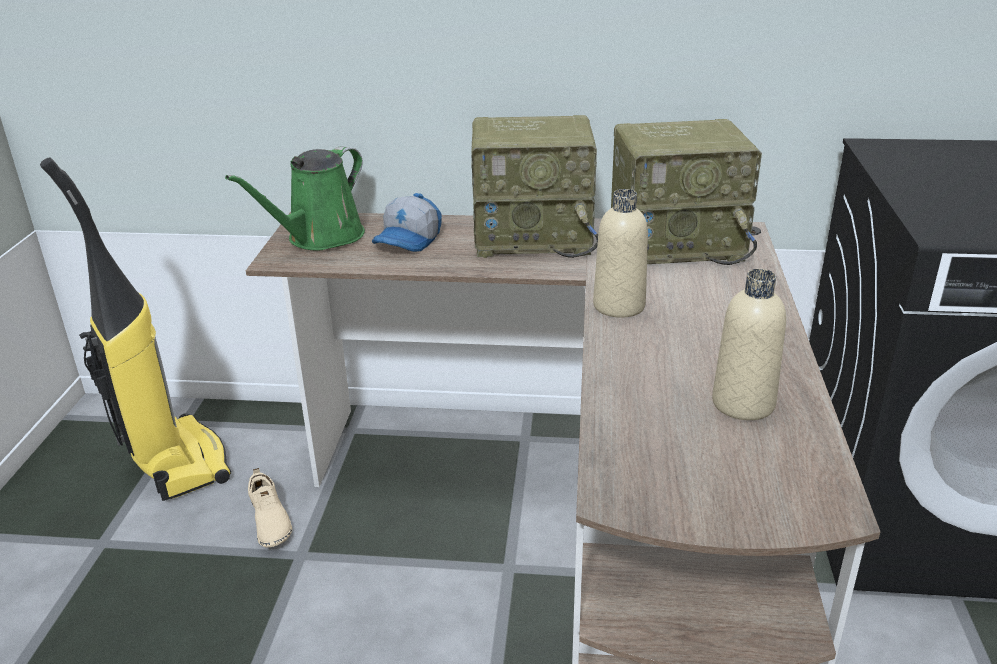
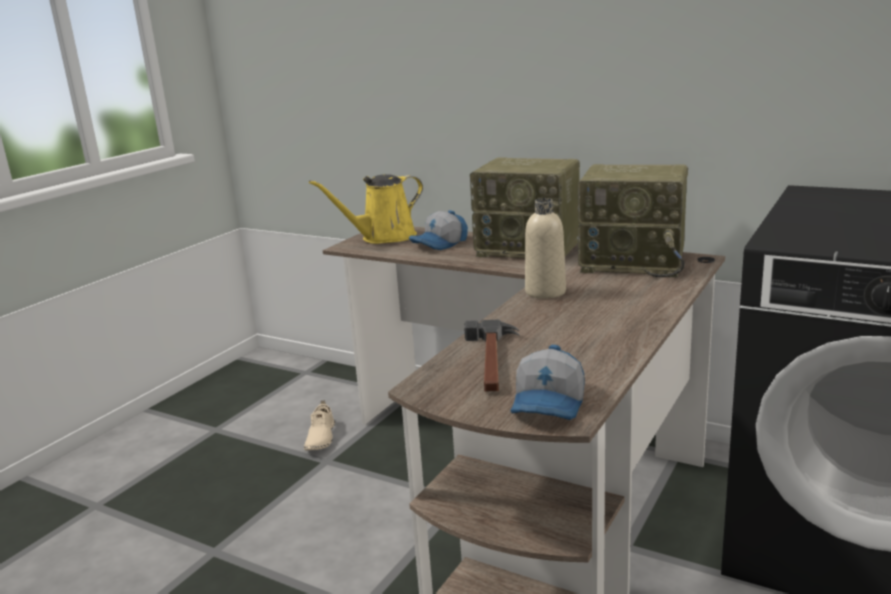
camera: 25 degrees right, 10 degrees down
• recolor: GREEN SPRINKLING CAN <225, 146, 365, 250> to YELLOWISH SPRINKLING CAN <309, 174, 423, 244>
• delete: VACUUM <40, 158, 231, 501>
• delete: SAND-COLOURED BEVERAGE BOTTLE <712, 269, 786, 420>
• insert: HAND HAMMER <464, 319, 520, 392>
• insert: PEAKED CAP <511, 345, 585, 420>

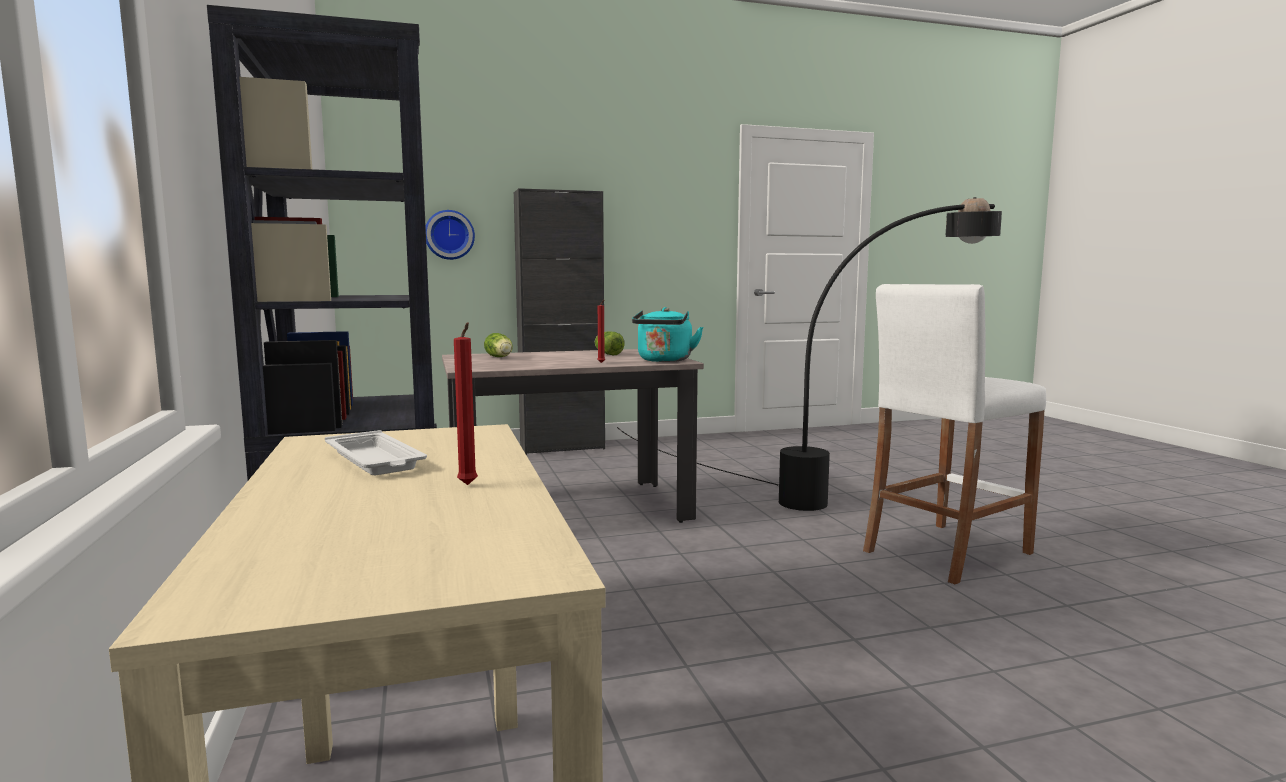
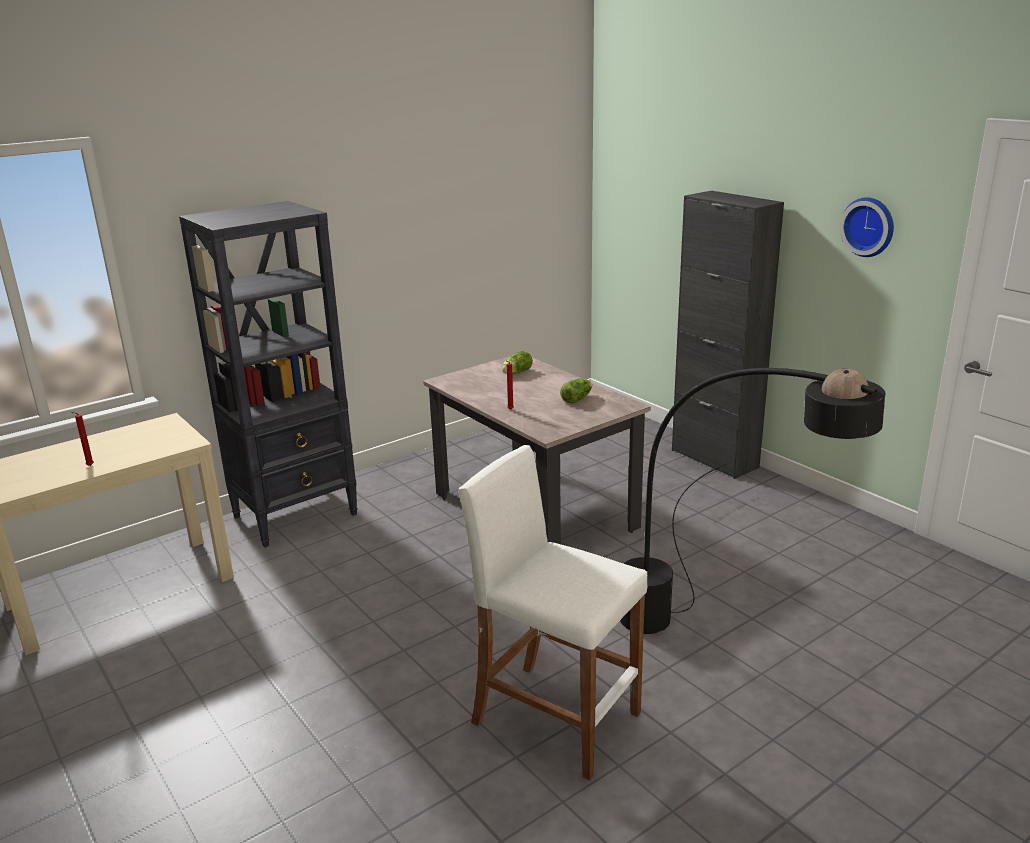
camera: 70 degrees right, 15 degrees up
• move: WALL CLOCK <426, 210, 475, 260> to <840, 197, 894, 257>
• delete: TURQUOISE-COLOURED WATER KETTLE <632, 307, 703, 362>
• delete: WHITISH CARRYING TRAY <325, 430, 427, 475>

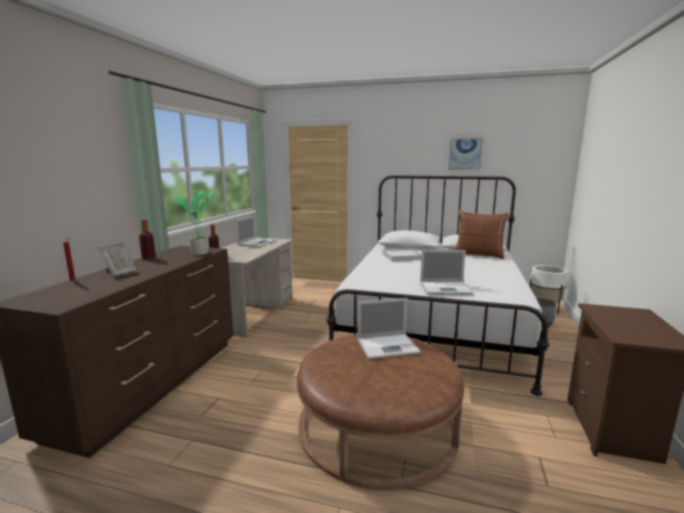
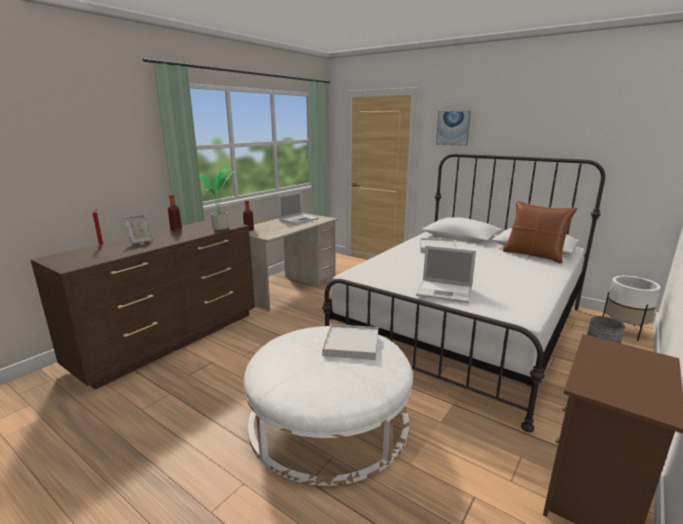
camera: 20 degrees right, 5 degrees up
• move: WALL ART <449, 138, 483, 170> to <436, 111, 471, 146>
• replace: PORTABLE COMPUTER <357, 298, 421, 359> to WHITISH CARRYING TRAY <322, 324, 378, 360>
• recolor: BROWN-COLOURED OTTOMAN <297, 334, 464, 490> to WHITISH OTTOMAN <244, 326, 413, 486>

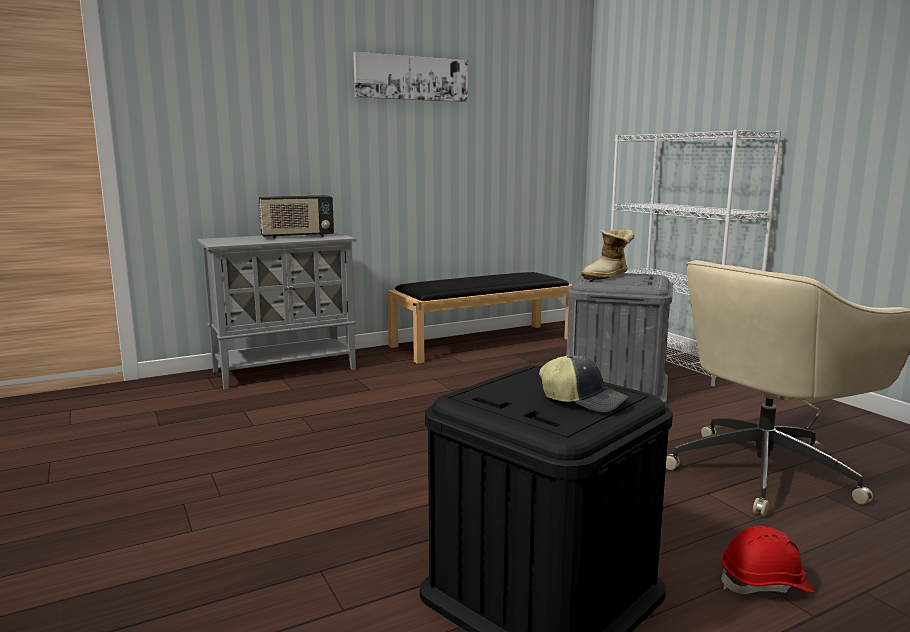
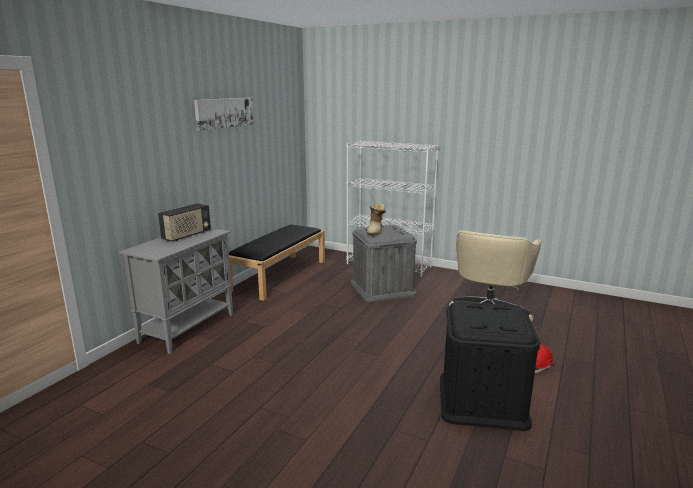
camera: 35 degrees left, 5 degrees up
• delete: PEAKED CAP <539, 355, 628, 412>

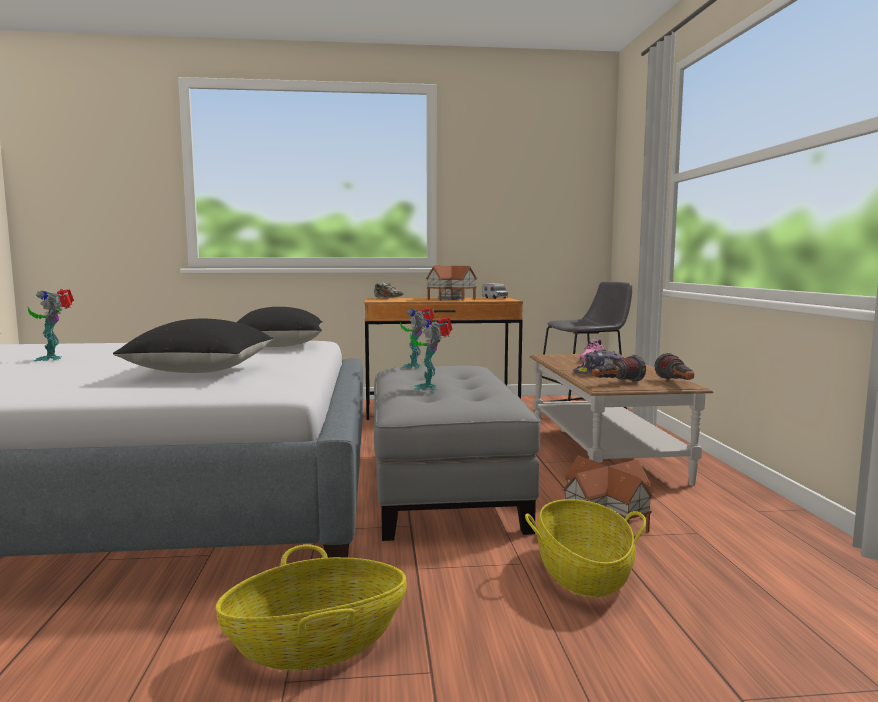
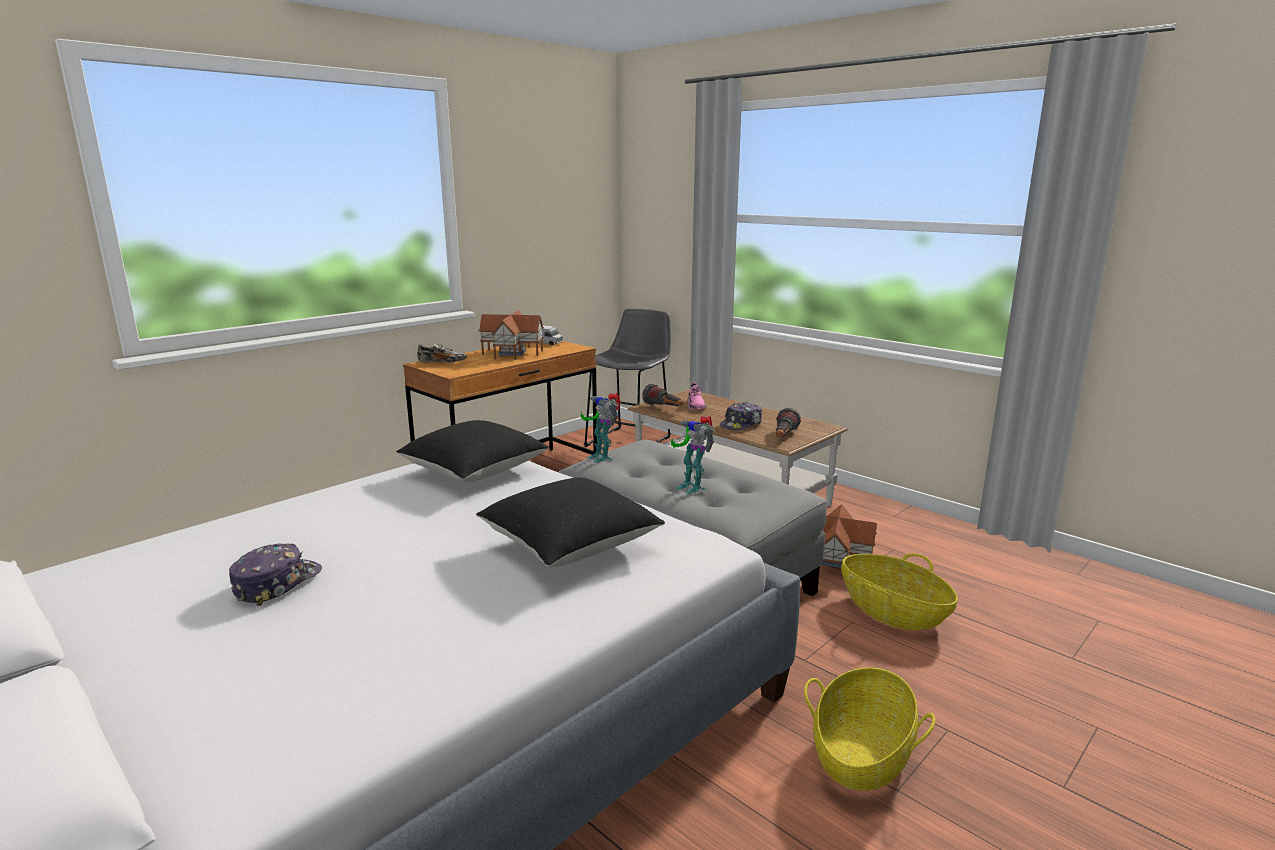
camera: 40 degrees left, 10 degrees up
• replace: MODEL ROBOT <28, 289, 74, 361> to PEAKED CAP <229, 543, 322, 606>
• move: TORCH <654, 353, 694, 380> to <642, 384, 684, 406>

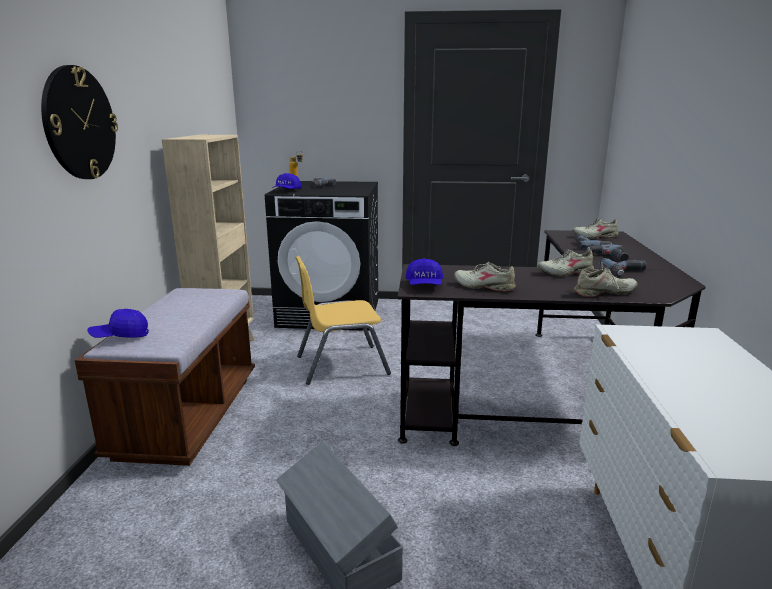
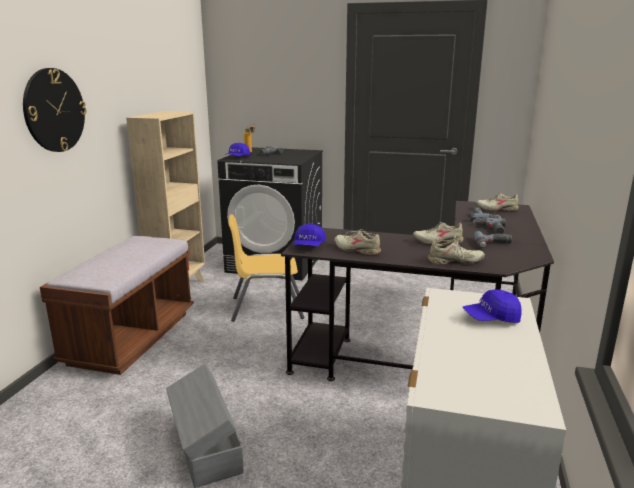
camera: 10 degrees right, 0 degrees up
• move: BLUE-COLOURED PEAKED CAP <87, 309, 149, 338> to <463, 289, 522, 323>

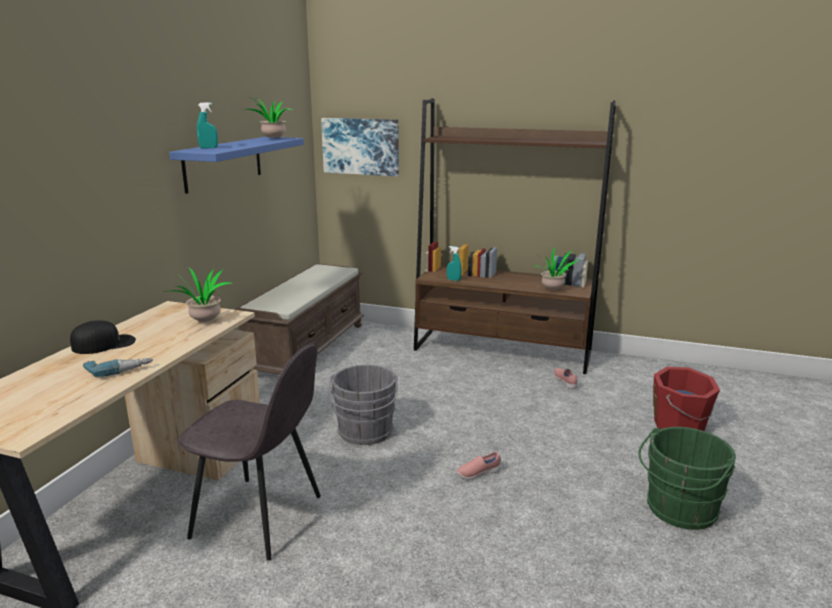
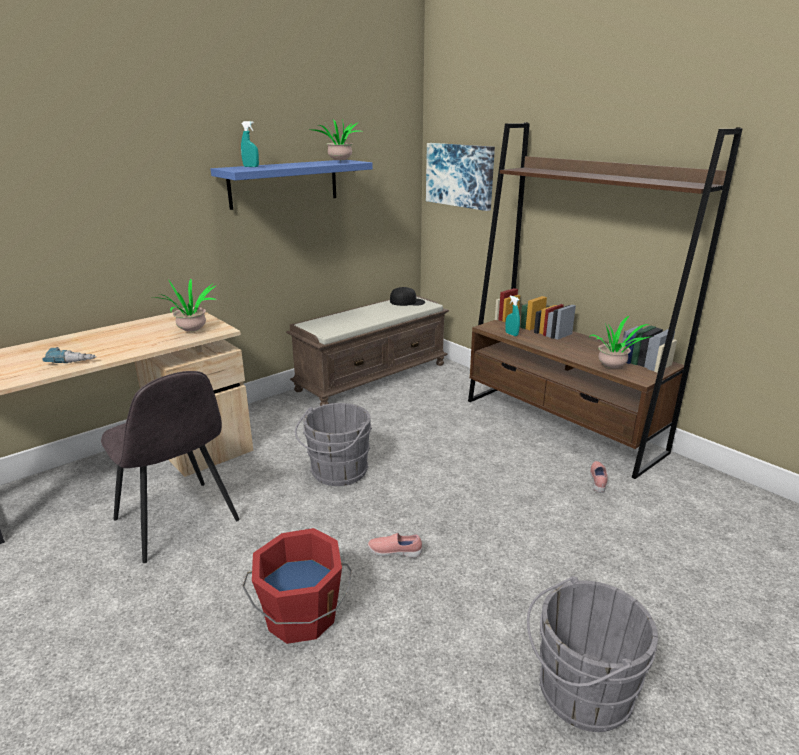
camera: 30 degrees right, 5 degrees up
• move: BLACK PEAKED CAP <70, 321, 136, 354> to <390, 287, 425, 306>
• move: REDDISH WATER BUCKET <653, 367, 720, 431> to <242, 528, 352, 644>
• recolor: GREEN WATER BUCKET <638, 427, 736, 530> to GREY WATER BUCKET <527, 576, 658, 732>

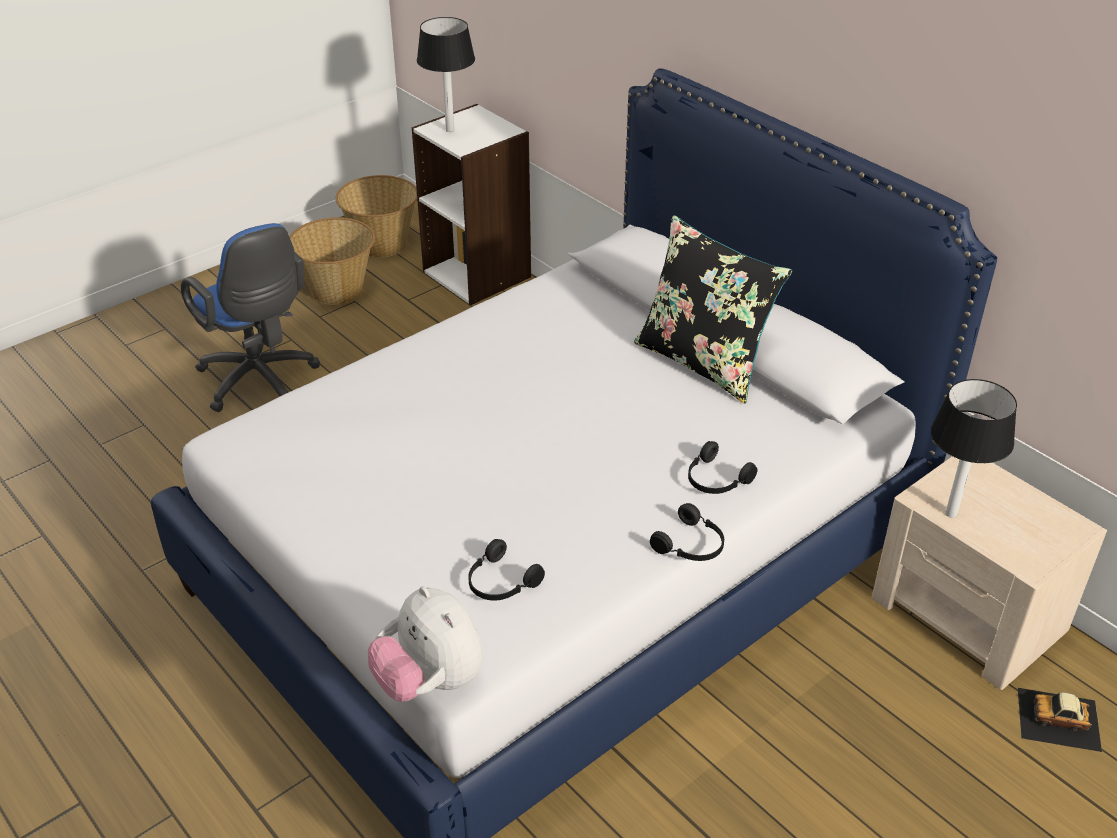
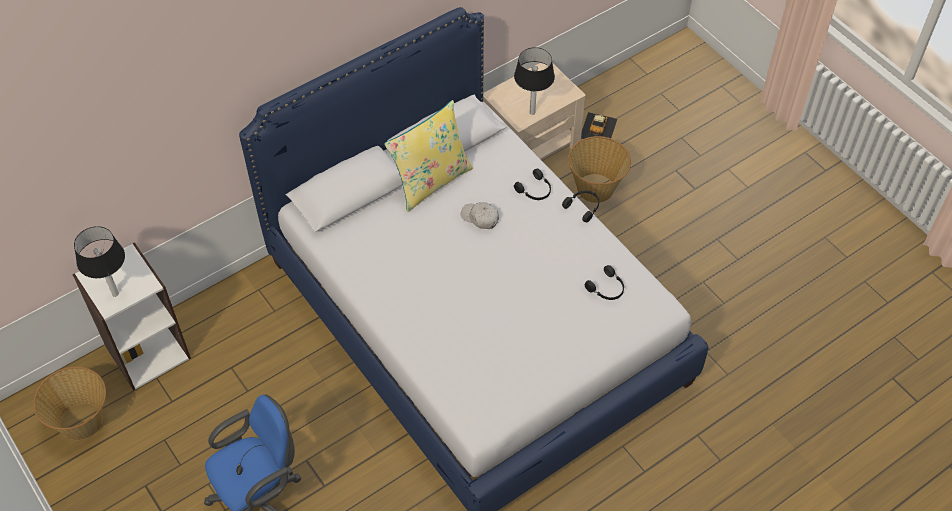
camera: 85 degrees left, 15 degrees up
• recolor: BLACK PILLOW <634, 215, 792, 404> to YELLOWISH PILLOW <384, 100, 473, 212>
• move: STORAGE BASKET <289, 217, 375, 305> to <568, 136, 631, 203>
• delete: SOFT TOY <368, 586, 484, 702>
• insert: WHITISH PEAKED CAP <460, 202, 499, 229>

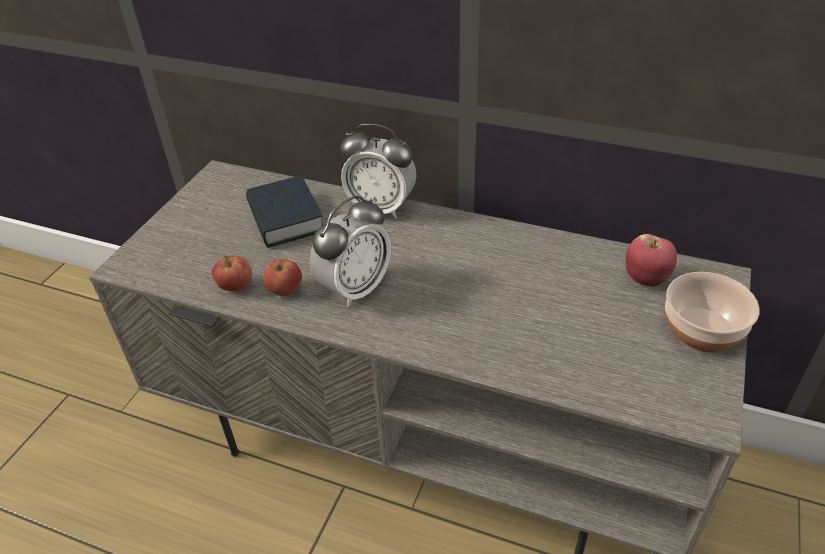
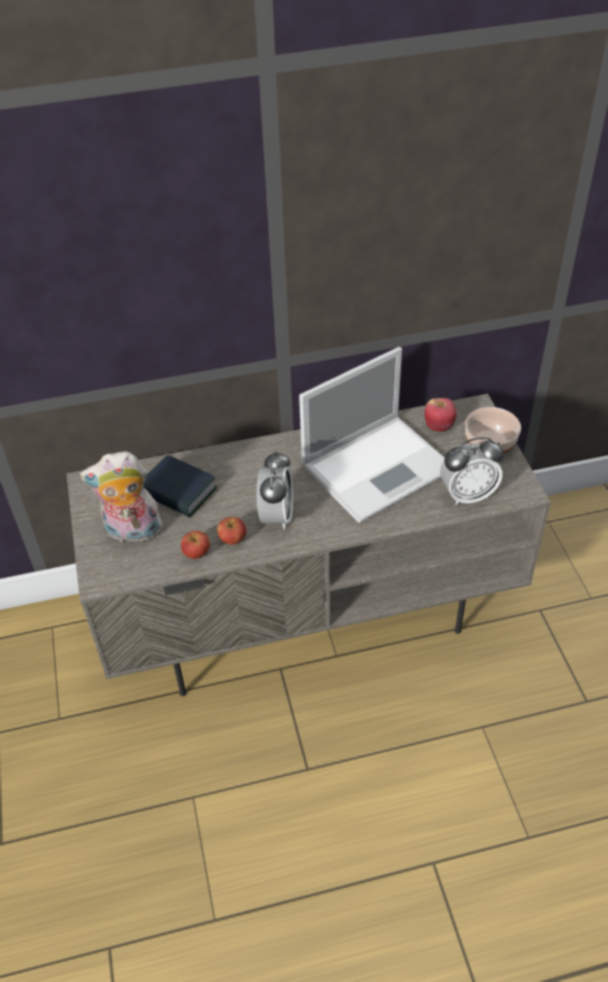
camera: 35 degrees left, 5 degrees up
• move: TABLE CLOCK <340, 123, 417, 219> to <440, 437, 504, 505>
• insert: PORTABLE COMPUTER <299, 347, 445, 523>
• insert: SOFT TOY <80, 451, 163, 546>

